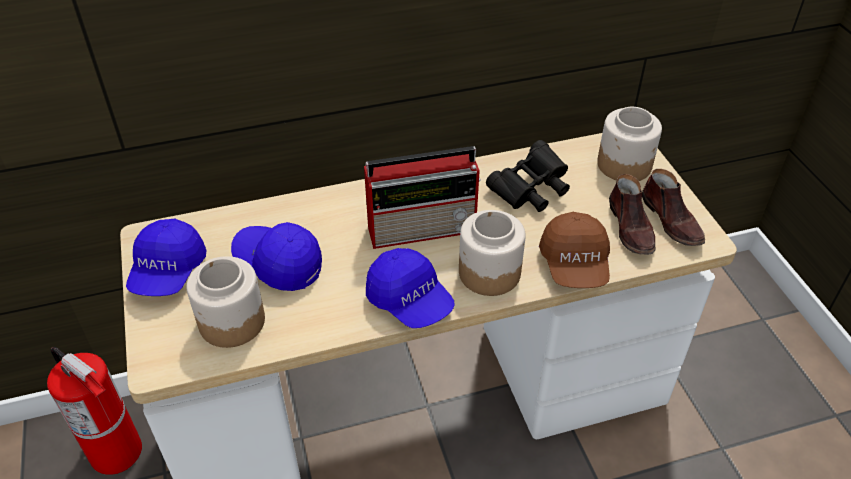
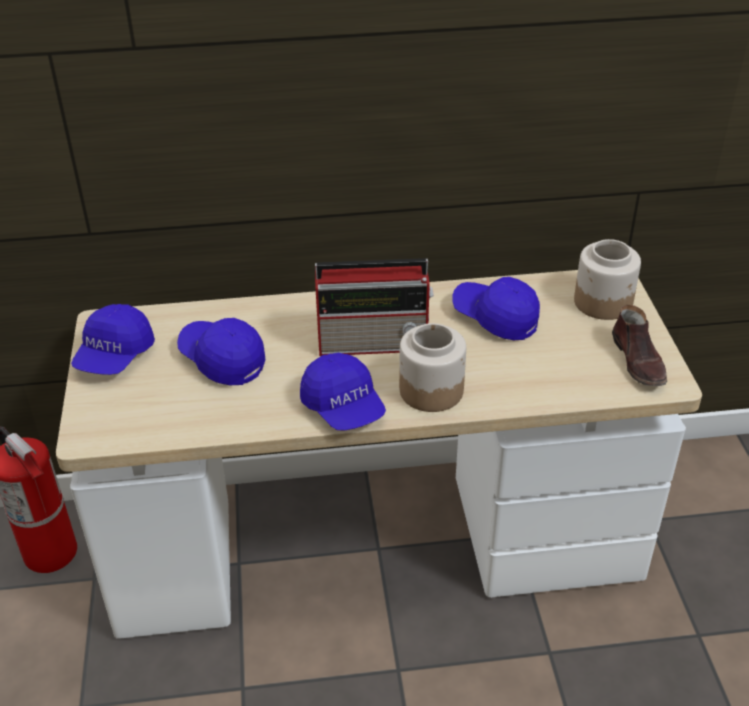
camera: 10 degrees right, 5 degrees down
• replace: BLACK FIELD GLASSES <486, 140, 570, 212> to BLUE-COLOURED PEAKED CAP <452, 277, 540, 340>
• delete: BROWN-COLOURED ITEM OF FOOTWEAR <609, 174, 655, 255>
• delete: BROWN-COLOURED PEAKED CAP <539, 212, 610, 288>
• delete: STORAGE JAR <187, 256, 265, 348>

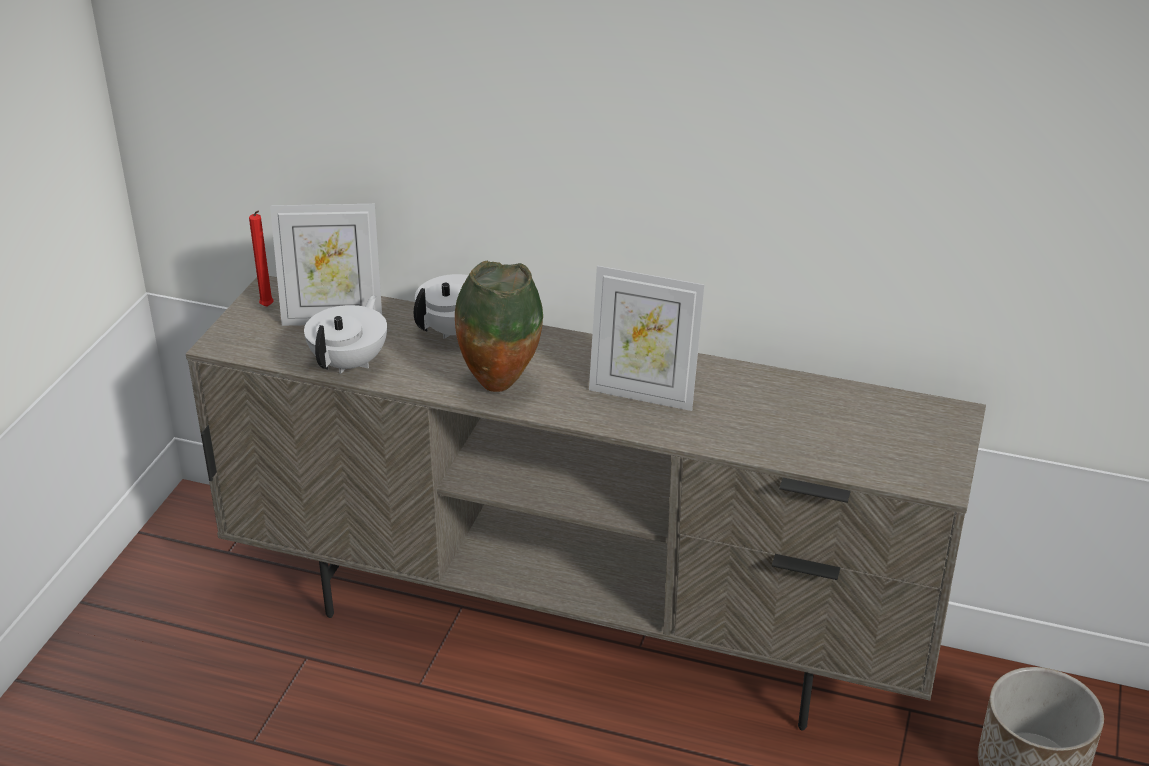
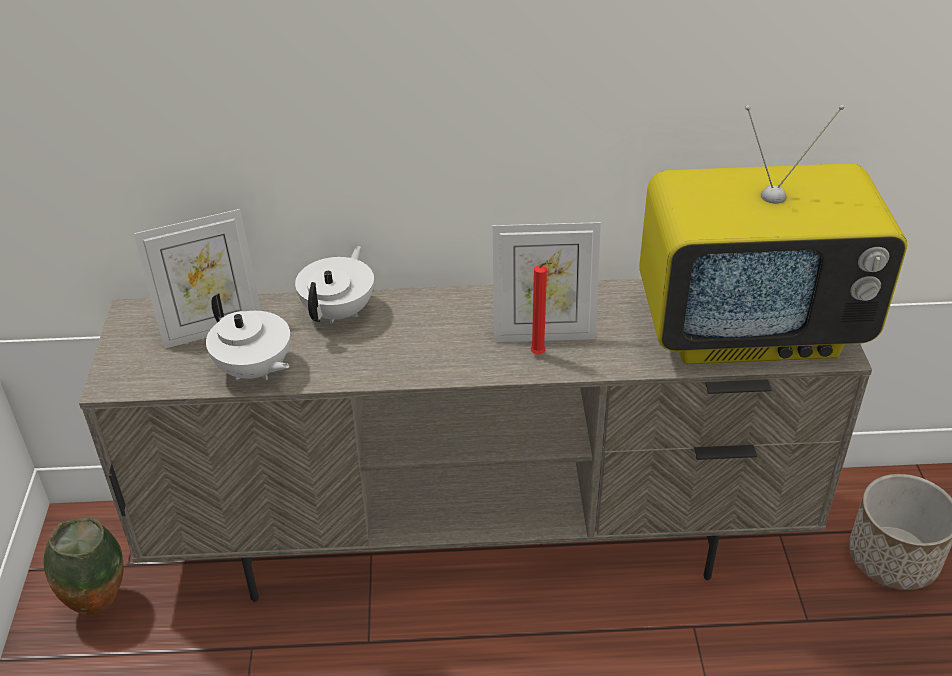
camera: 20 degrees left, 5 degrees up
• move: REDDISH WAX CANDLE <249, 211, 274, 307> to <531, 262, 552, 354>
• move: VASE <455, 260, 543, 392> to <44, 517, 124, 616>
• rotate: WHITISH POT FOR TEA <304, 295, 387, 374> = <206, 294, 290, 380> 135 degrees clockwise
• insert: TV <639, 105, 907, 364>

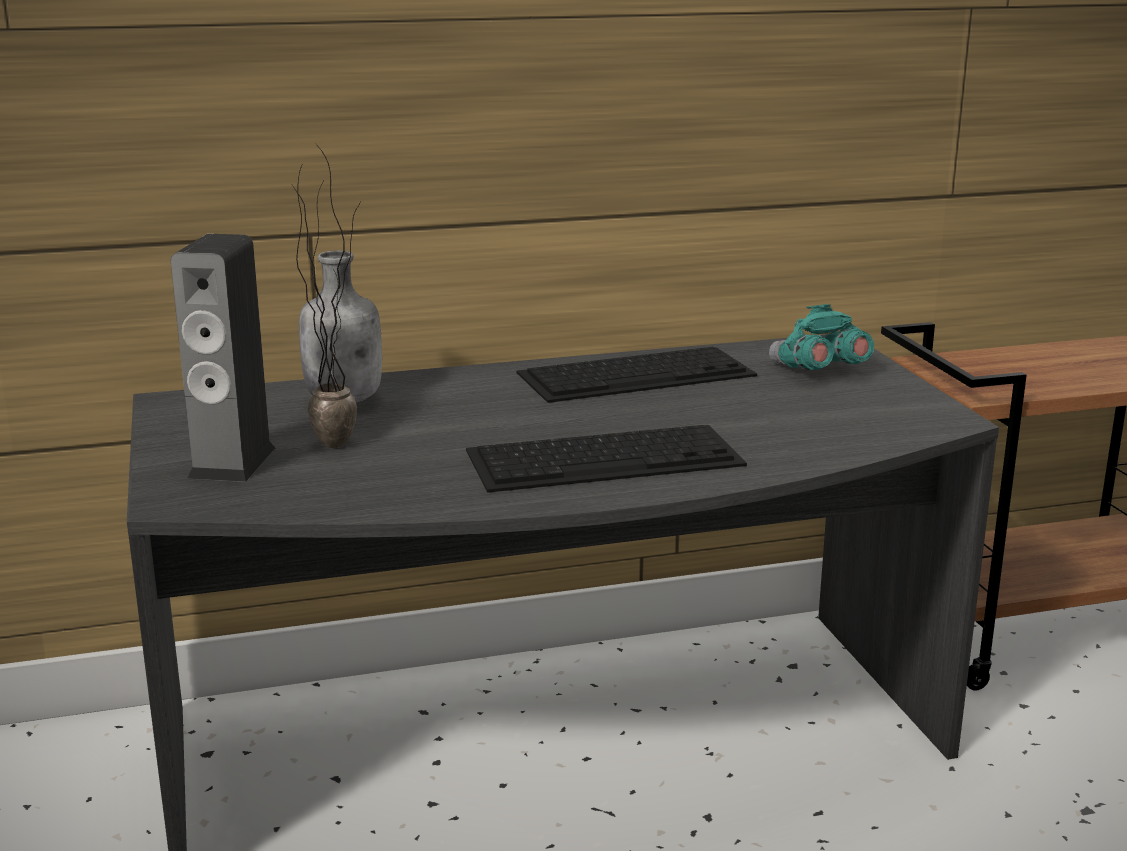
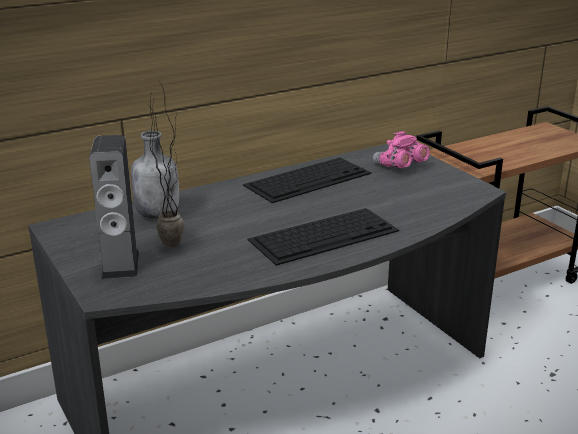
camera: 15 degrees left, 5 degrees up
• recolor: TURQUOISE-COLOURED FIELD GLASSES <769, 304, 874, 370> to PINK FIELD GLASSES <373, 131, 430, 168>

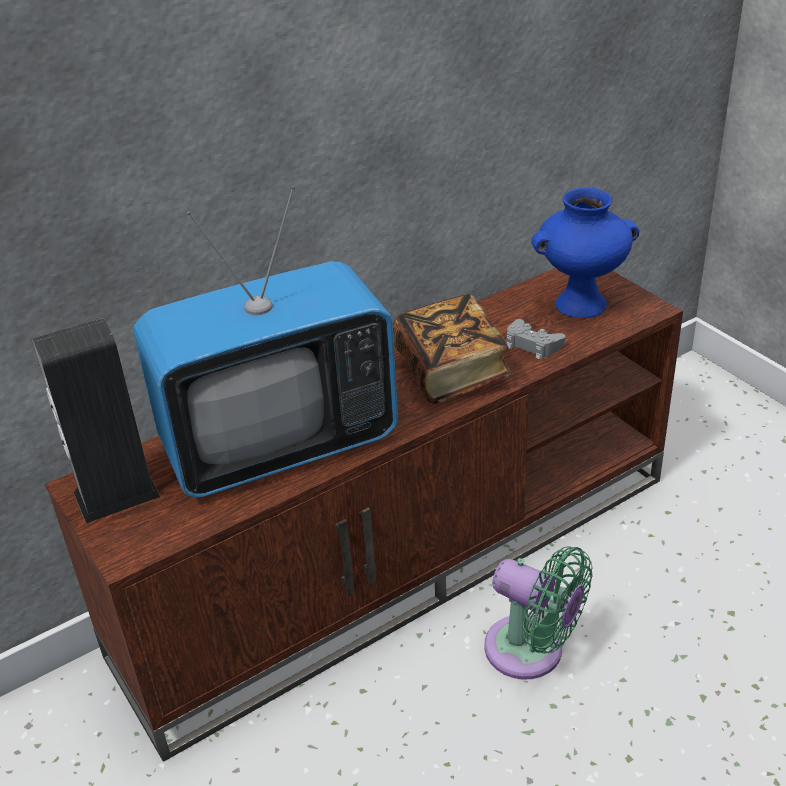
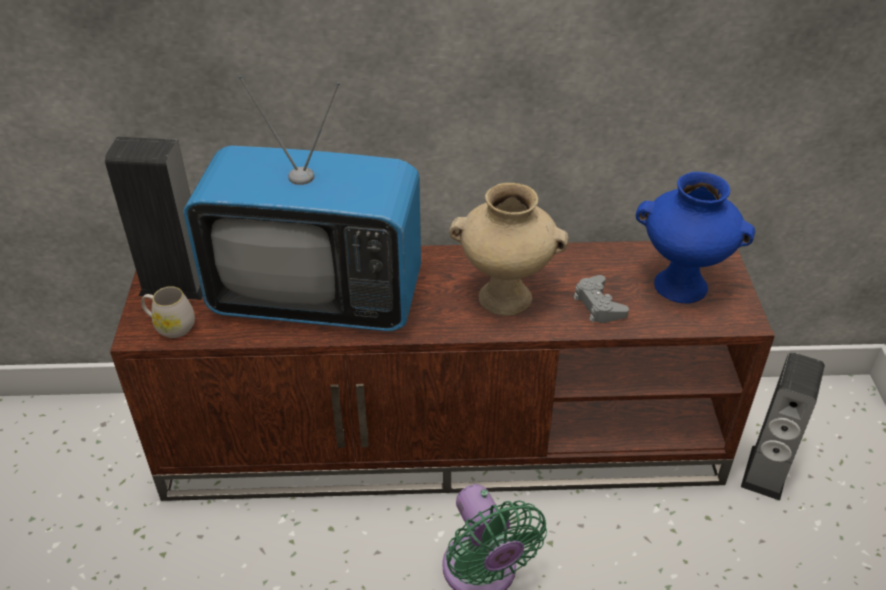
camera: 30 degrees right, 5 degrees up
• replace: BOUND BOOK <393, 294, 511, 404> to SAND-COLOURED VASE <449, 183, 569, 316>
• insert: WHITISH MUG <141, 286, 195, 338>
• insert: LOUDSPEAKER <741, 353, 825, 501>

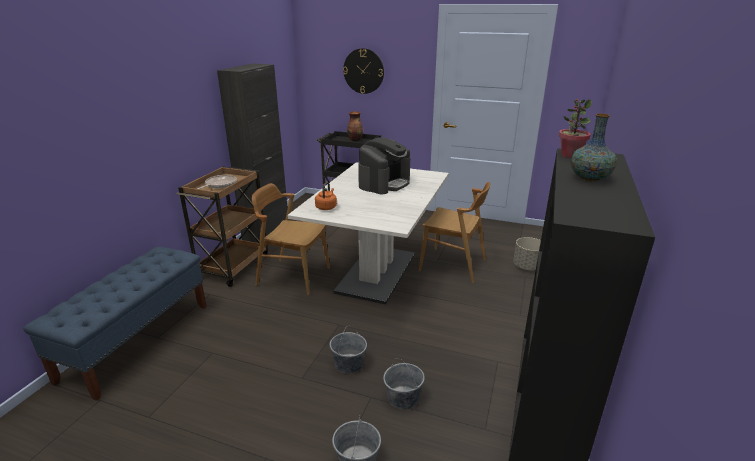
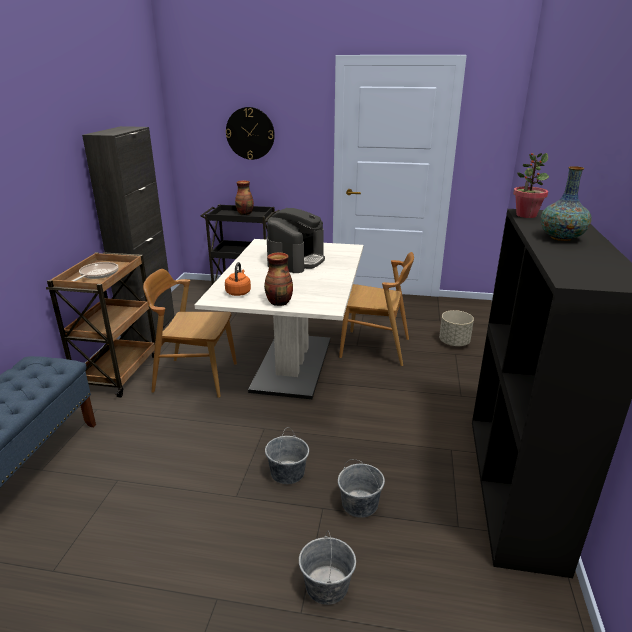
camera: 10 degrees left, 0 degrees up
• insert: VASE <264, 253, 293, 306>

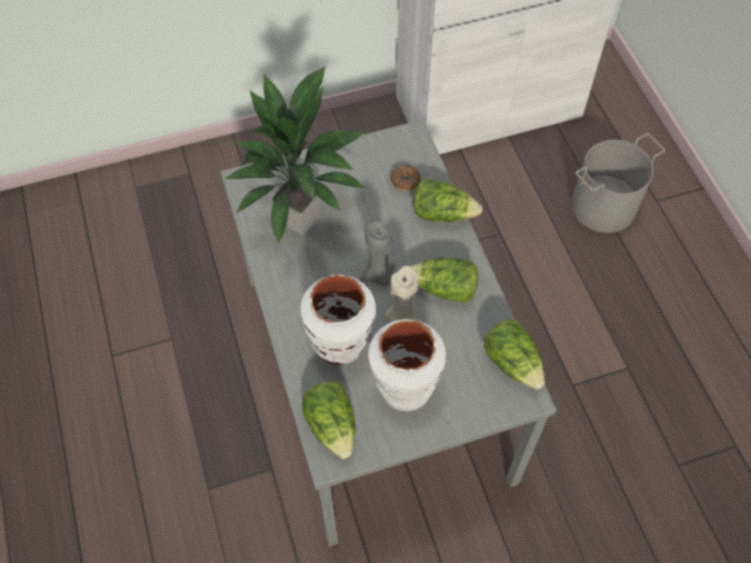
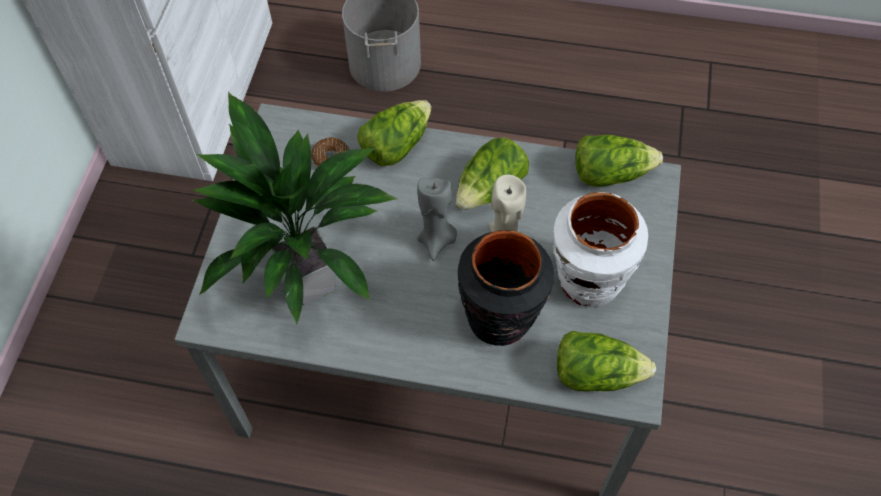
camera: 60 degrees left, 0 degrees up
• recolor: WHITISH VASE <300, 275, 376, 365> to BLACK VASE <458, 230, 554, 346>

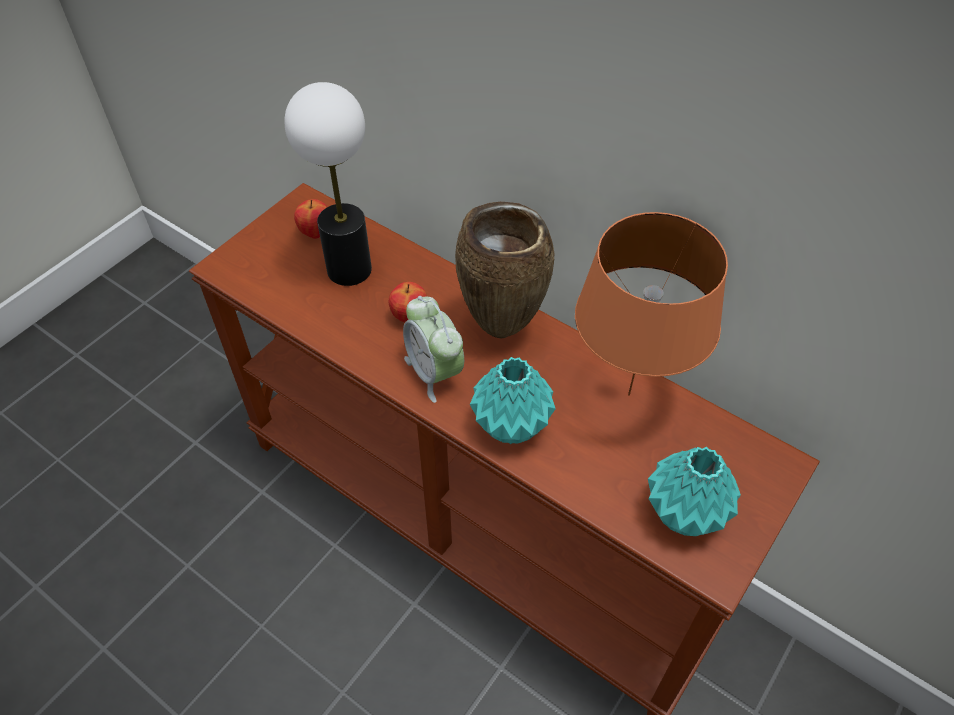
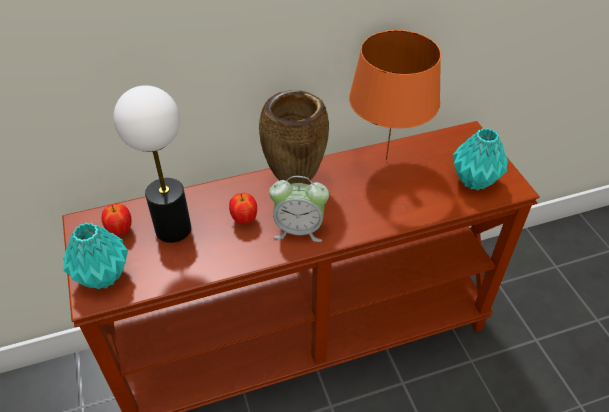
camera: 55 degrees left, 5 degrees down
• move: TURQUOISE-COLOURED VASE <470, 357, 556, 444> to <63, 223, 128, 290>

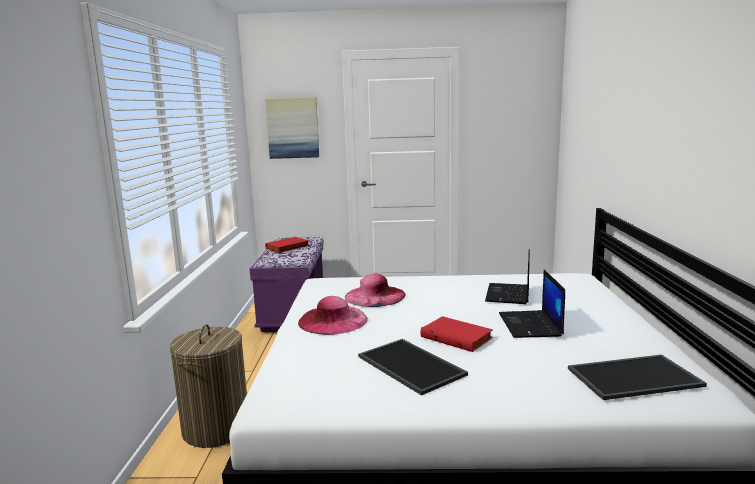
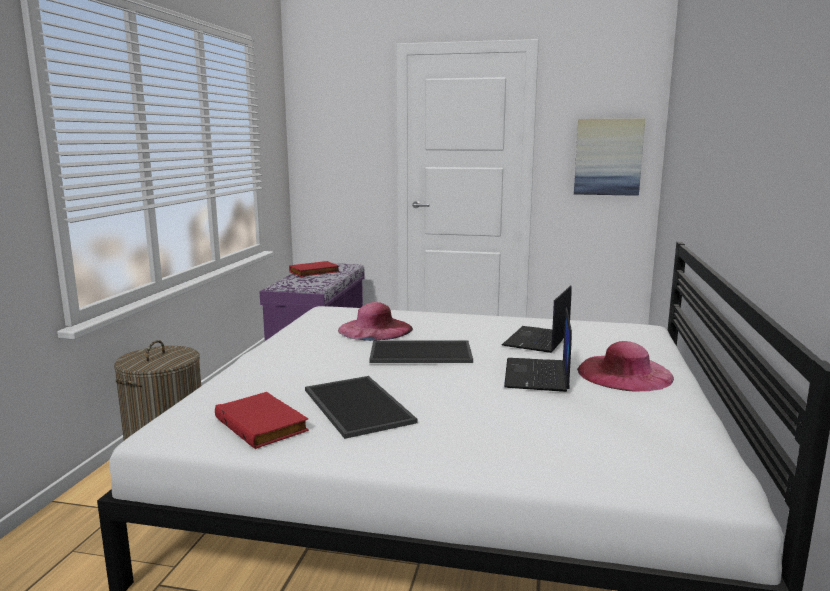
camera: 10 degrees right, 0 degrees up
• move: WALL ART <265, 97, 319, 159> to <574, 119, 645, 196>
• move: PINK WEARABLE HAT <298, 296, 368, 335> to <577, 341, 674, 392>
• move: REDDISH BOUND BOOK <420, 316, 493, 352> to <215, 392, 309, 449>
• move: CARRYING TRAY <568, 354, 707, 400> to <369, 340, 473, 363>

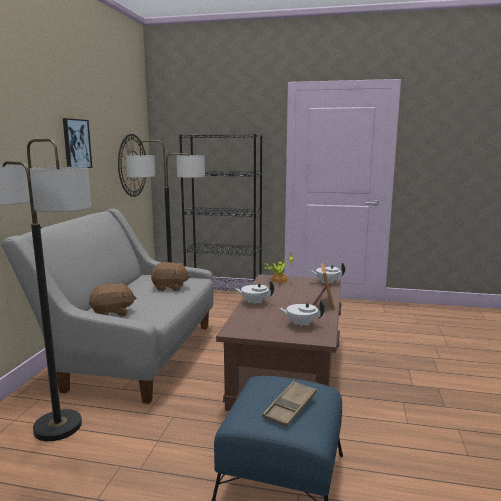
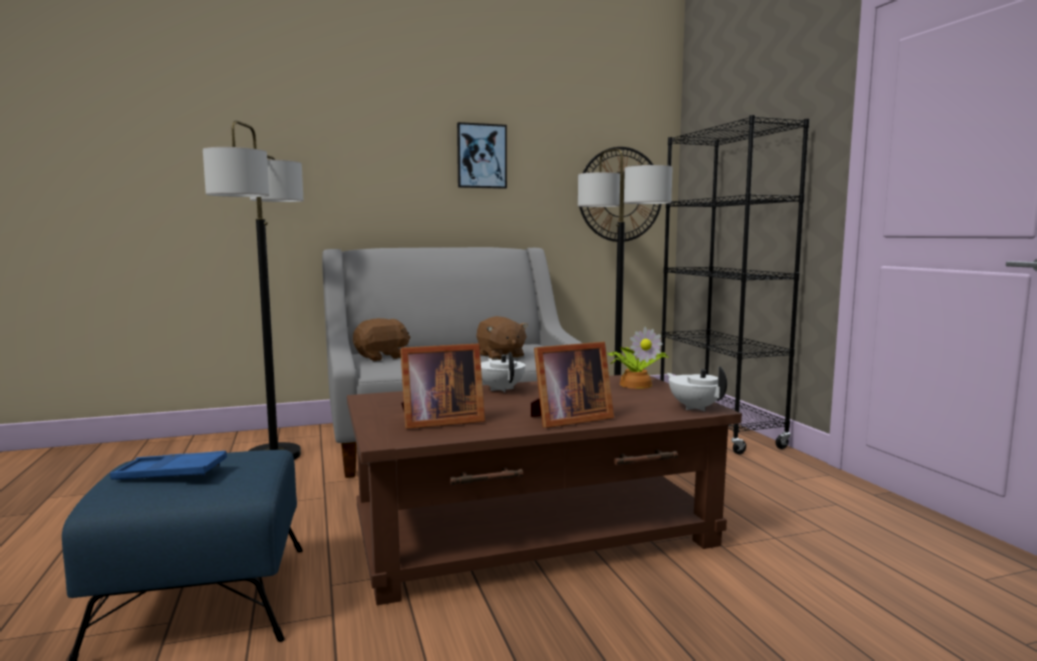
camera: 60 degrees right, 5 degrees down
• rotate: BROWN-COLOURED SOFT TOY <89, 283, 137, 317> = <353, 318, 410, 361> 75 degrees counterclockwise
• replace: WHITISH POT FOR TEA <278, 300, 325, 328> to PICTURE FRAME <400, 343, 485, 429>
• recolor: BROWN-COLOURED CARRYING TRAY <263, 381, 317, 427> to BLUE-COLOURED CARRYING TRAY <110, 451, 227, 480>

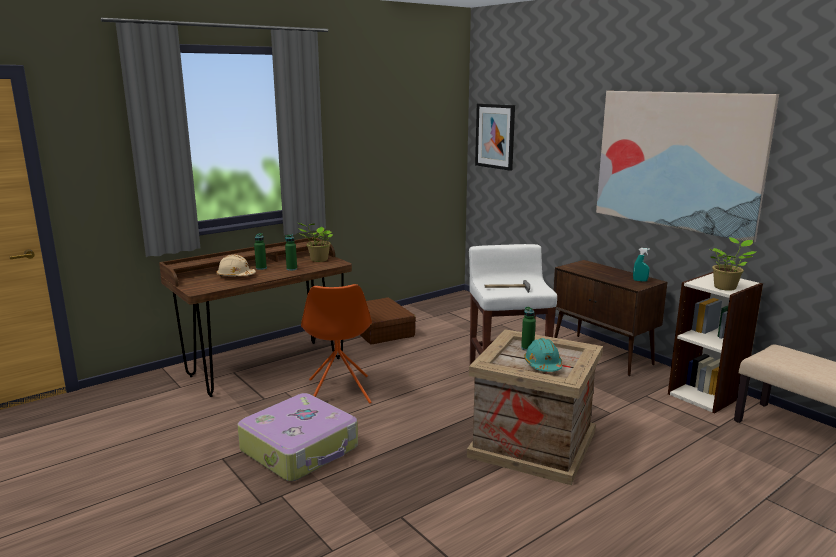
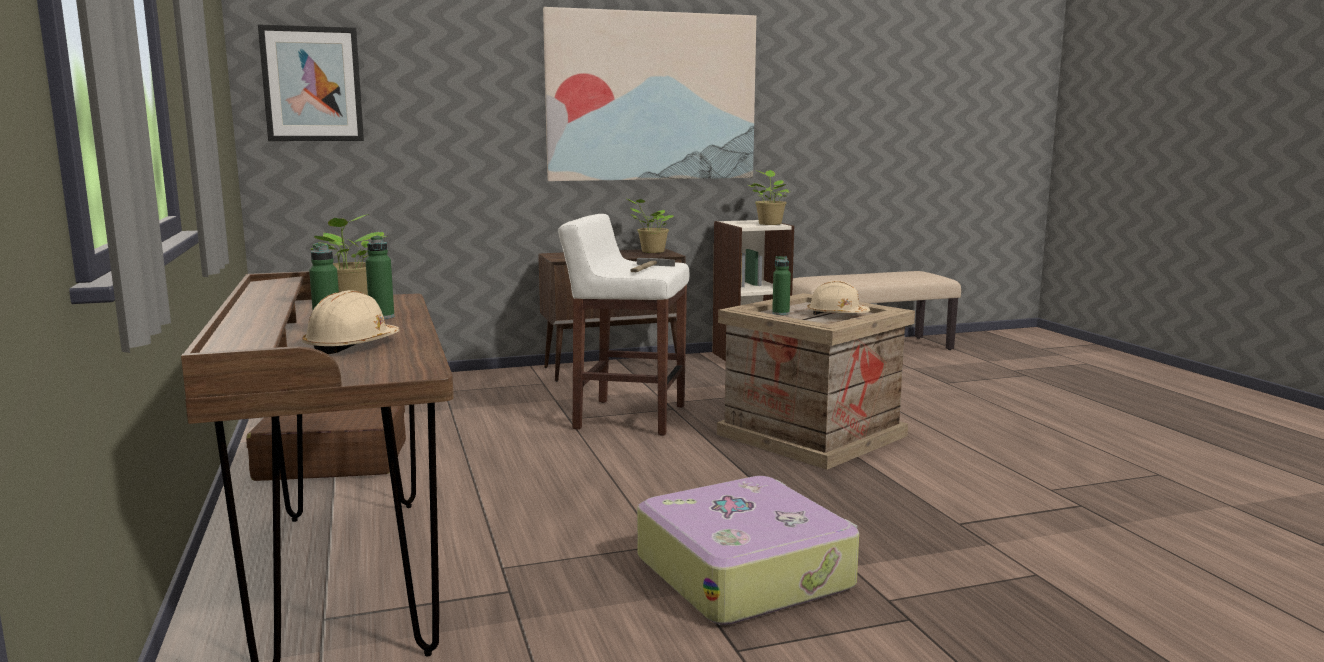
camera: 70 degrees left, 5 degrees down
• replace: TURQUOISE-COLOURED SPRAY BOTTLE <633, 248, 650, 282> to POTTED PLANT <628, 199, 674, 253>
• delete: ORANGEY CHAIR <301, 284, 372, 404>
• recolor: TURQUOISE-COLOURED SAFETY HELMET <524, 338, 562, 372> to SAND-COLOURED SAFETY HELMET <807, 281, 870, 315>

